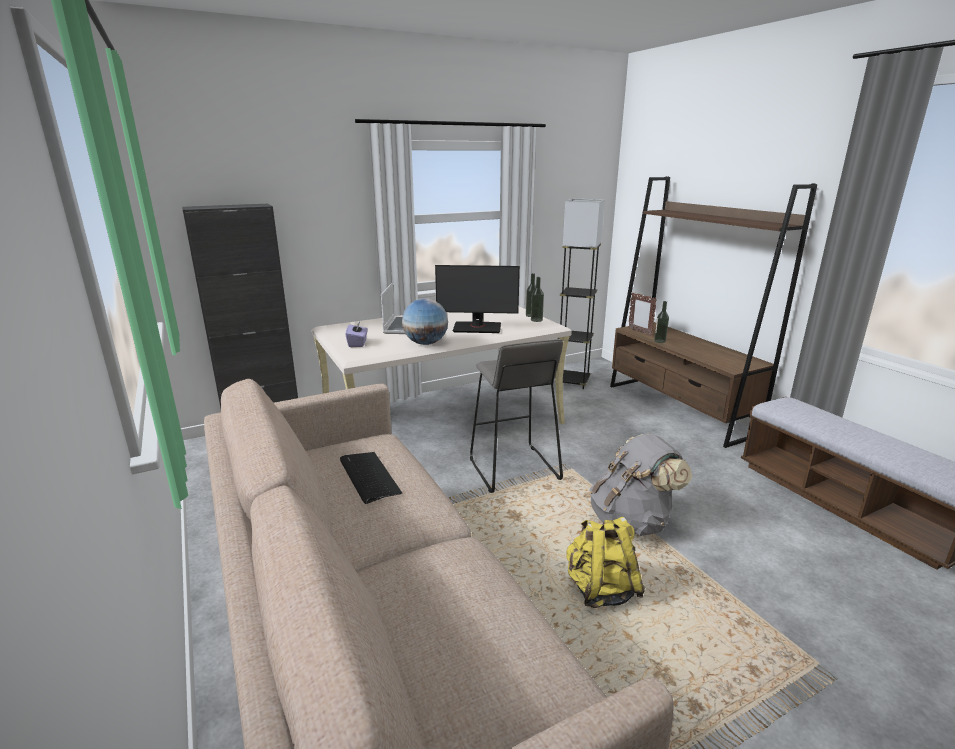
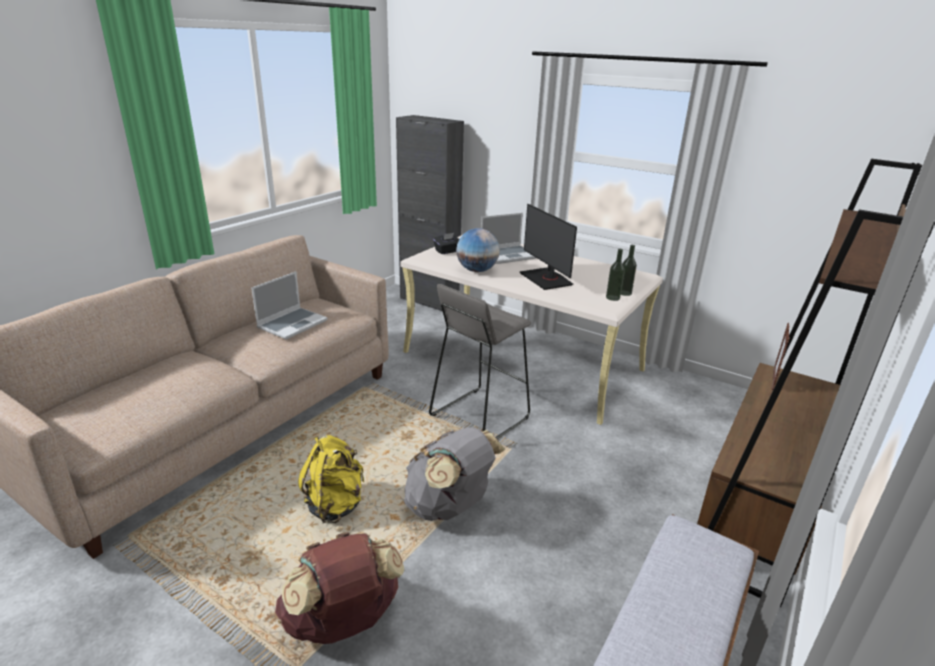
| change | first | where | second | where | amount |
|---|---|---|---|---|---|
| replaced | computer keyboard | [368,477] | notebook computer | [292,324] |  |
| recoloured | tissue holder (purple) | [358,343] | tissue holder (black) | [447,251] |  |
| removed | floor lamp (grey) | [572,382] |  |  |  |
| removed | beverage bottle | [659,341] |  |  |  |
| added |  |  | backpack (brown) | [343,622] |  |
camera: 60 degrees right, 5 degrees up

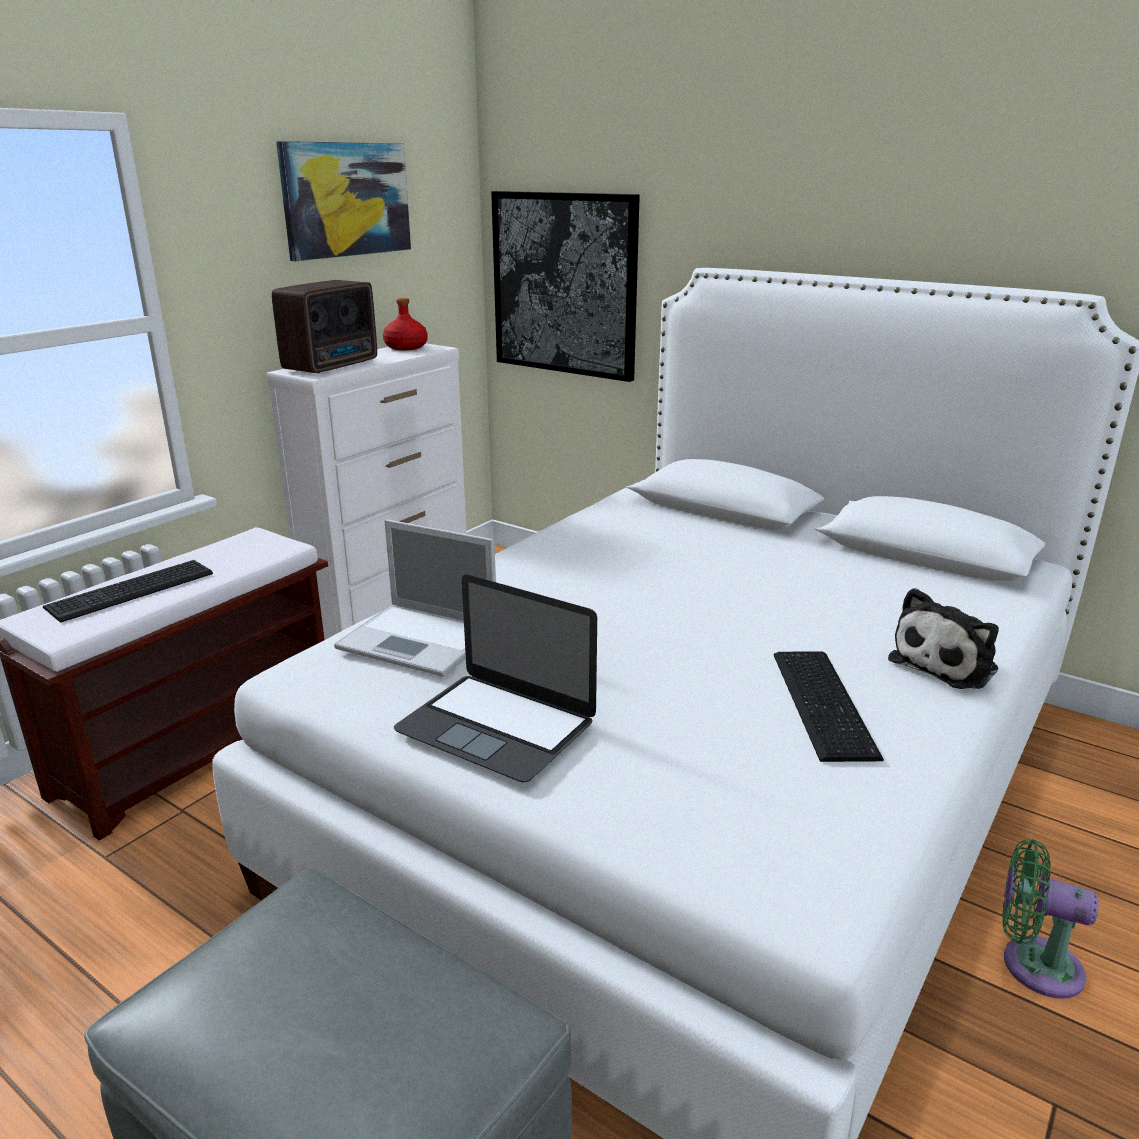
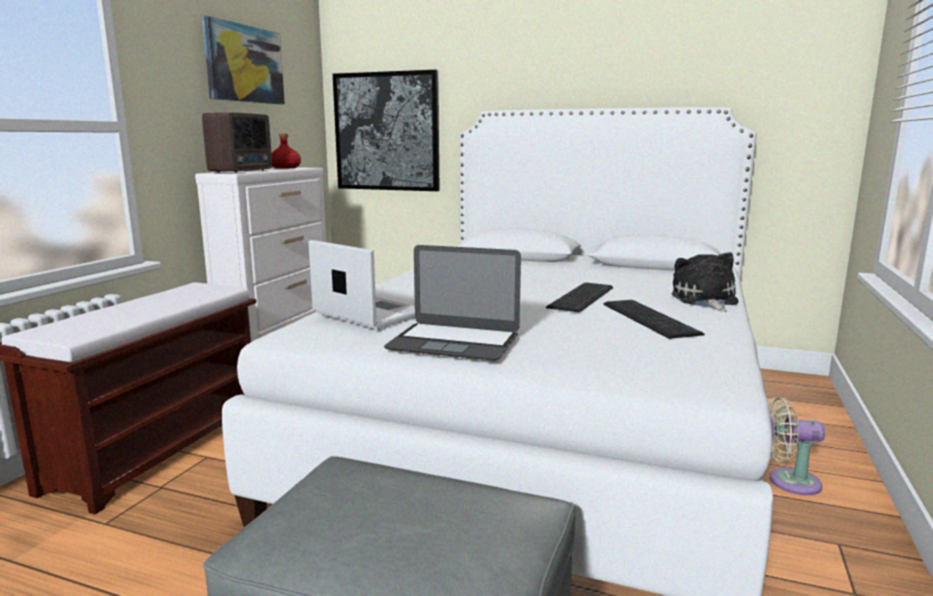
| change | first | where | second | where | amount |
|---|---|---|---|---|---|
| moved | computer keyboard | [134,590] |  | [583,297] |  |
| turned | notebook computer | [420,640] |  | [368,313] | 150 degrees counterclockwise |
| turned | plush toy | [947,664] |  | [704,300] | 150 degrees clockwise |
| recoloured | electric fan (greenish) | [1033,964] | electric fan (beige-coloured) | [788,481] |  |
camera: 15 degrees left, 10 degrees down

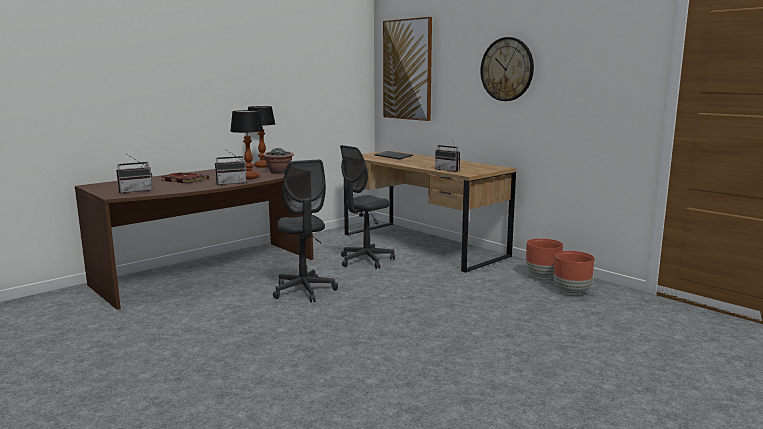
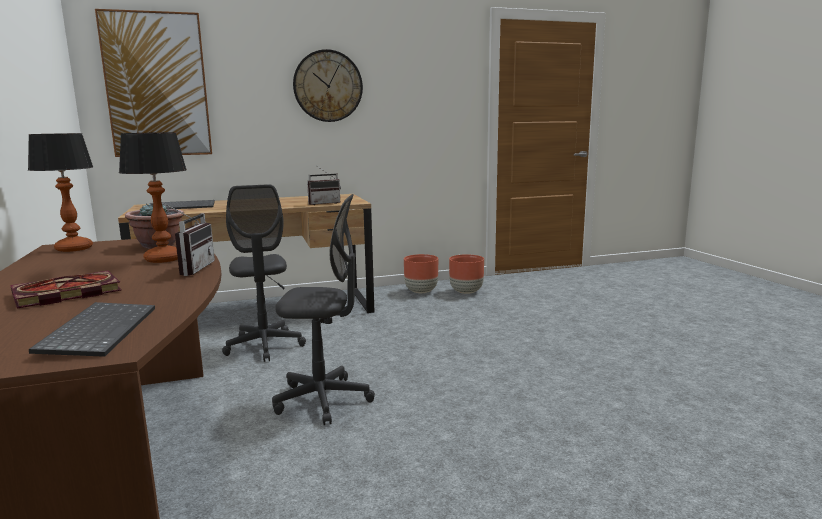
| change | first | where | second | where | amount |
|---|---|---|---|---|---|
| replaced | radio set | [135,191] | computer keyboard | [98,331] |  |
camera: 65 degrees left, 0 degrees up

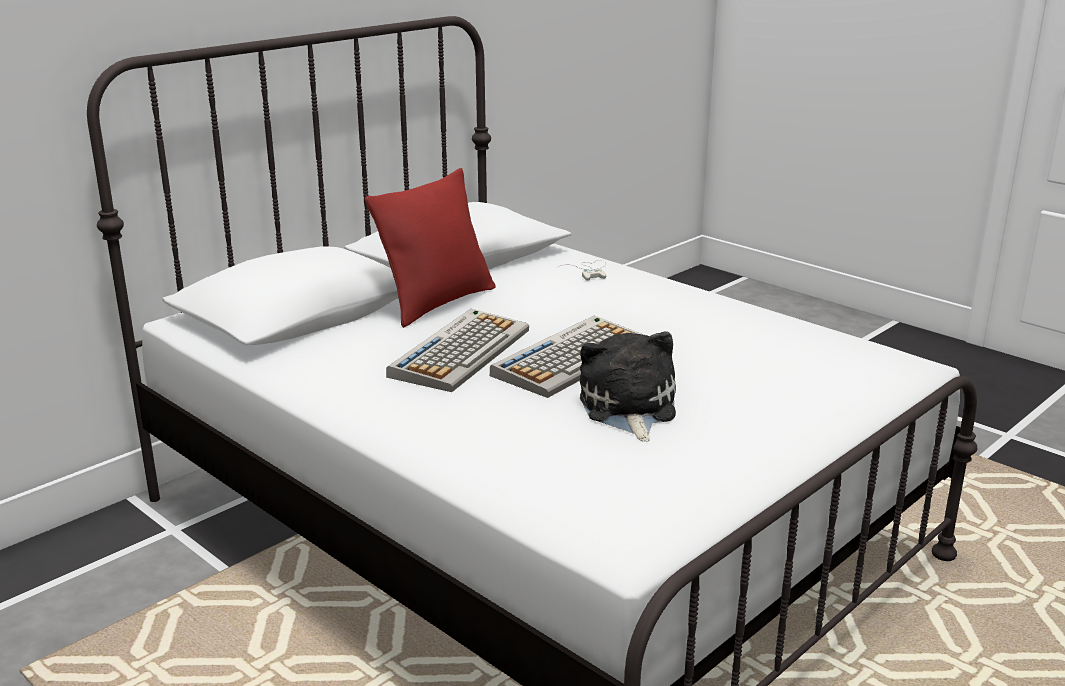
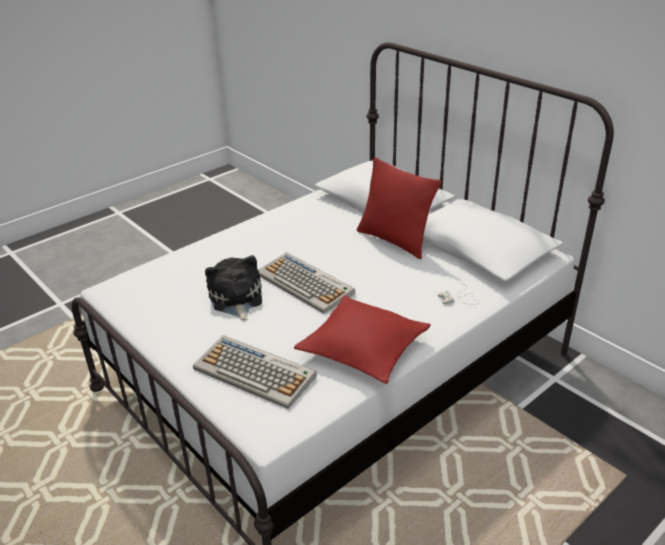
| change | first | where | second | where | amount |
|---|---|---|---|---|---|
| moved | computer keyboard | [460,352] |  | [256,372] |  |
| turned | plush toy | [628,408] |  | [236,299] | 105 degrees counterclockwise |
| added |  |  | cushion (reddish) | [363,348] |  |
camera: 95 degrees right, 10 degrees up

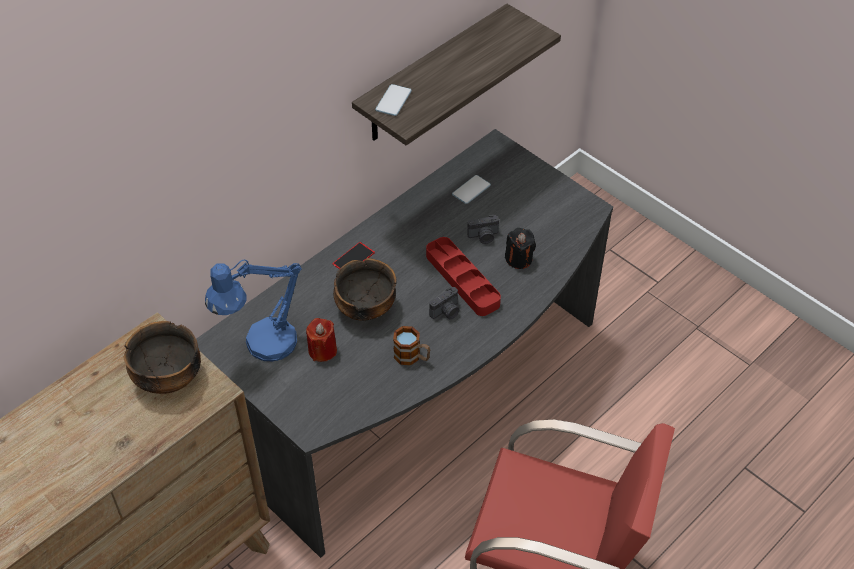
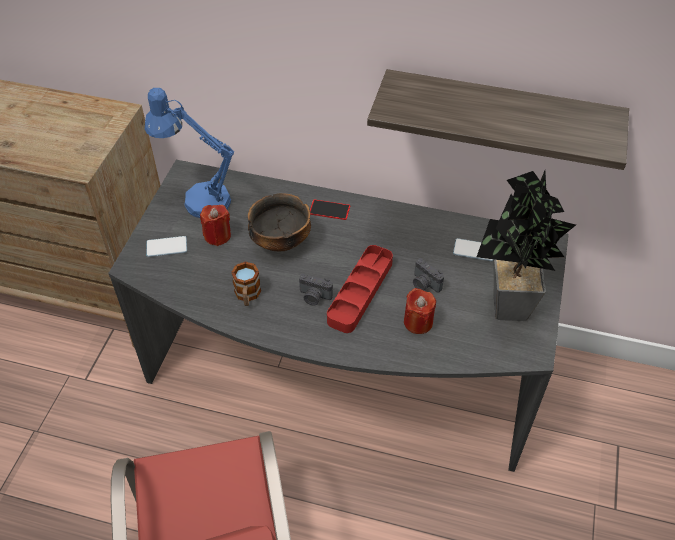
| change | first | where | second | where | amount |
|---|---|---|---|---|---|
| removed | bowl | [167,378] |  |  |  |
| moved | telephone | [393,101] |  | [167,247] |  |
| recoloured | wax candle (black) | [519,259] | wax candle (reddish) | [418,322] |  |
| added |  |  | houseplant | [506,312] |  |
camera: 60 degrees right, 0 degrees up

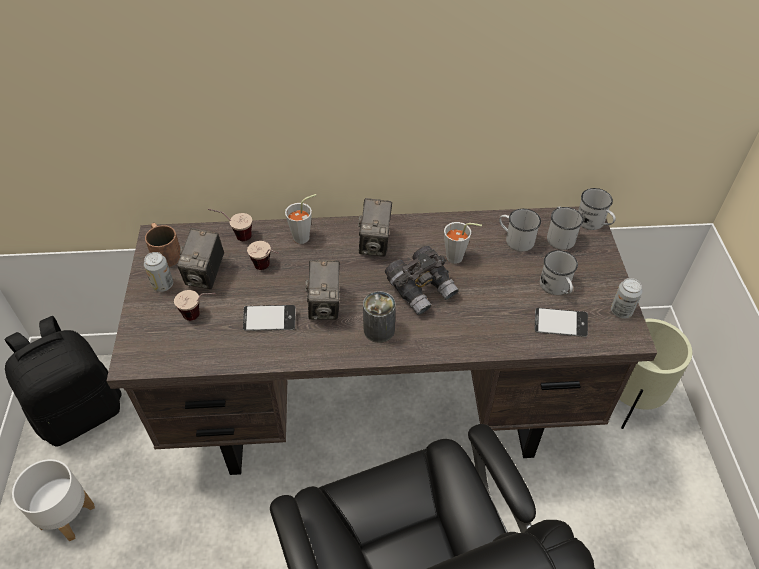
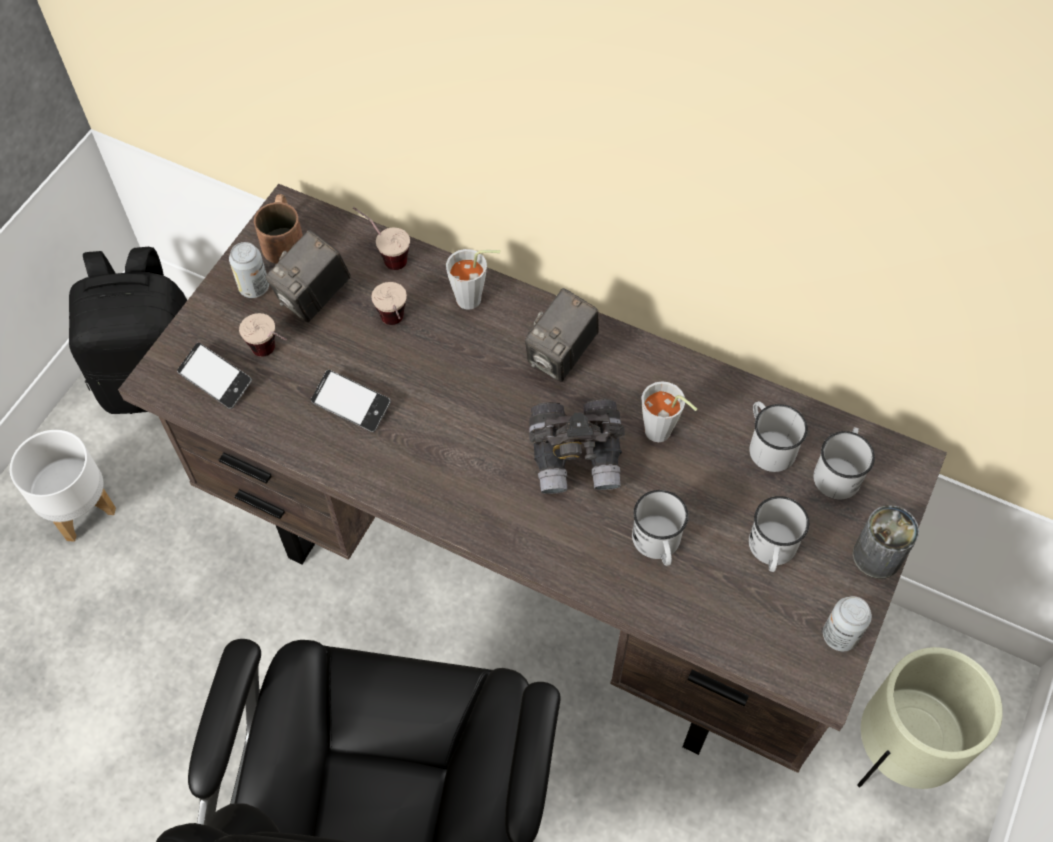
| change | first | where | second | where | amount |
|---|---|---|---|---|---|
| removed | photo camera | [325,305] |  |  |  |
| moved | metal can | [379,330] |  | [877,556] |  |
| moved | telephone | [560,325] |  | [216,379] |  |
| moved | tea mug (whitish) | [593,223] |  | [658,545] |  |
camera: 30 degrees right, 10 degrees up

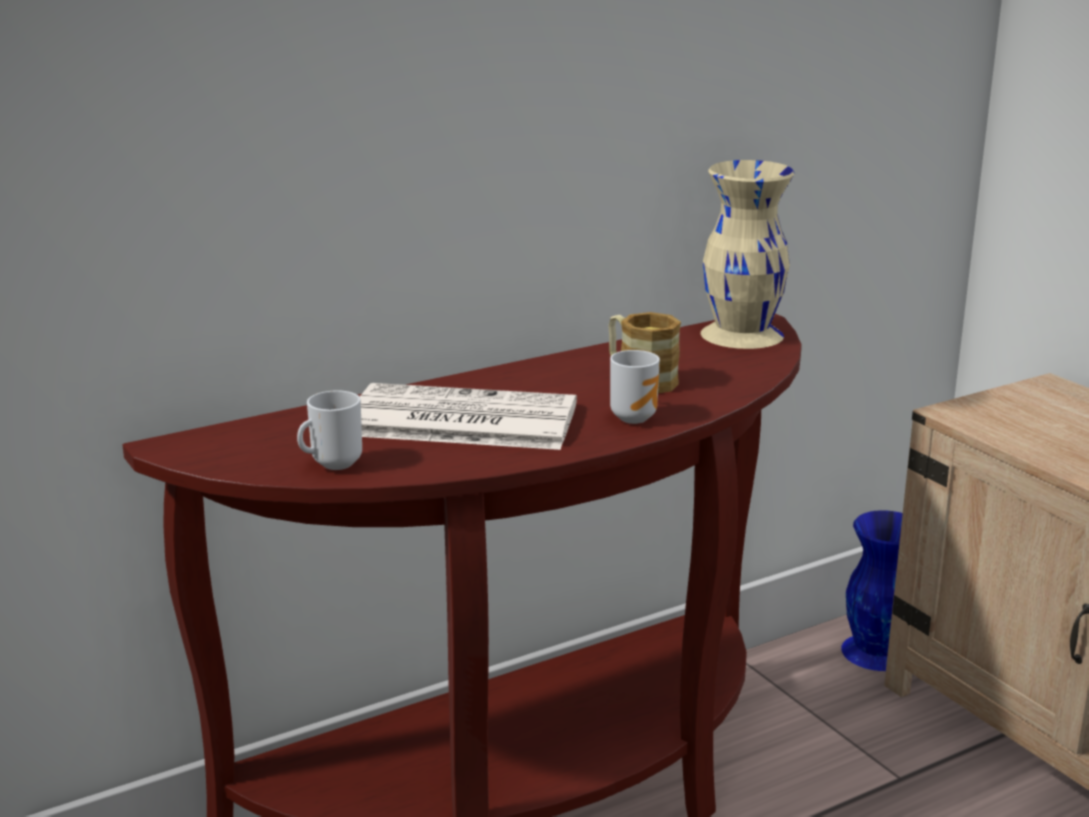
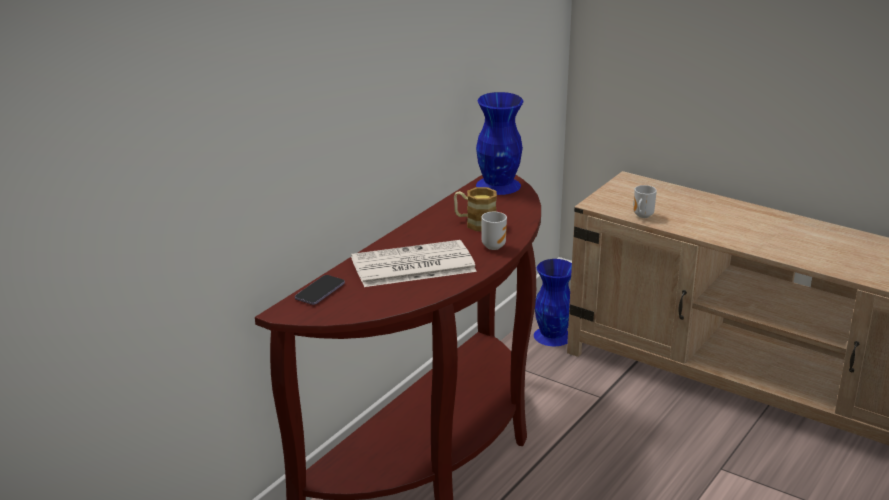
| change | first | where | second | where | amount |
|---|---|---|---|---|---|
| moved | tea mug | [332,464] |  | [641,216] |  |
| recoloured | vase (beige-coloured) | [742,335] | vase (bluish) | [498,185] |  |
| added |  |  | telephone | [320,291] |  |
camera: 25 degrees left, 5 degrees up

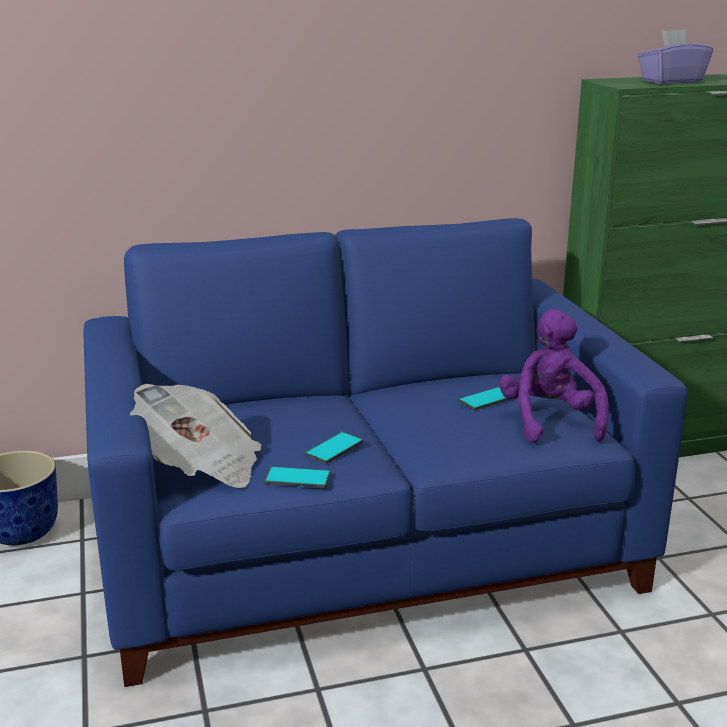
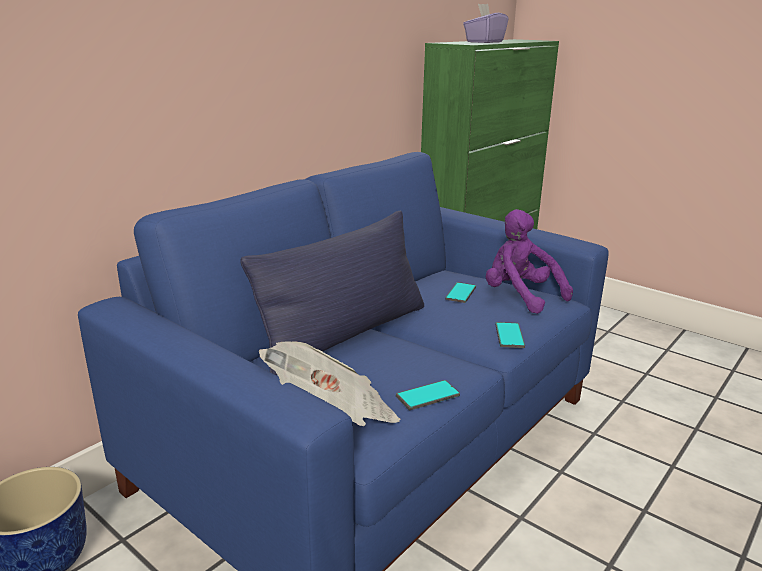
| change | first | where | second | where | amount |
|---|---|---|---|---|---|
| moved | telephone | [334,448] |  | [509,335] |  |
| added |  |  | cushion (bluish) | [345,334] |  |
camera: 35 degrees left, 0 degrees up

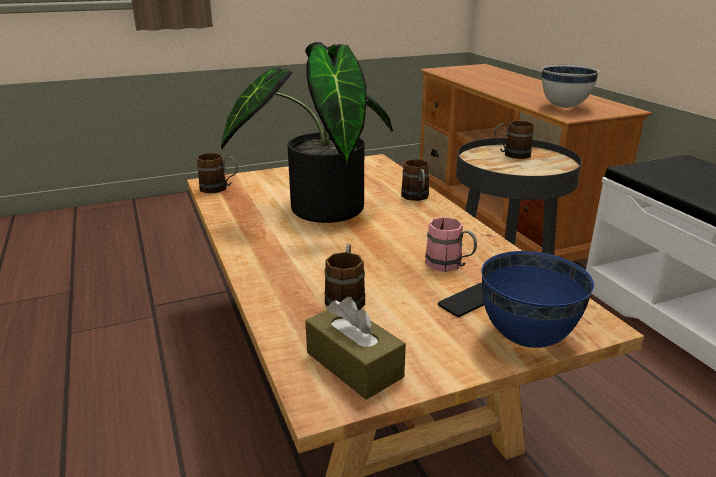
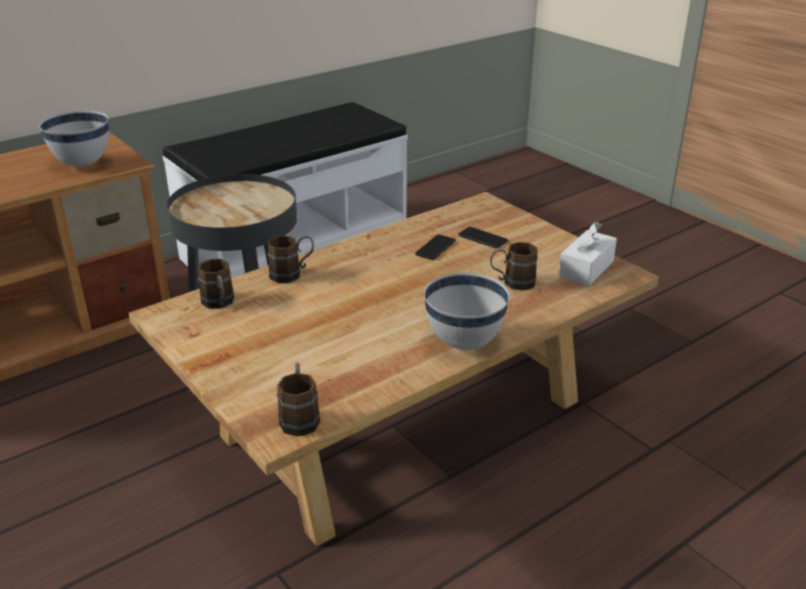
| change | first | where | second | where | amount |
|---|---|---|---|---|---|
| removed | houseplant | [318,207] |  |  |  |
| recoloured | tissue holder (brown) | [354,365] | tissue holder (whitish) | [586,269] |  |
| replaced | tea mug (pink-coloured) | [450,266] | telephone | [435,248] |  |
| removed | bowl (bluish) | [526,337] |  |  |  |
| moved | tea mug (brown) | [511,155] |  | [219,304] |  |
| added |  |  | bowl (whitish) | [464,342] |  |
camera: 105 degrees left, 5 degrees up

